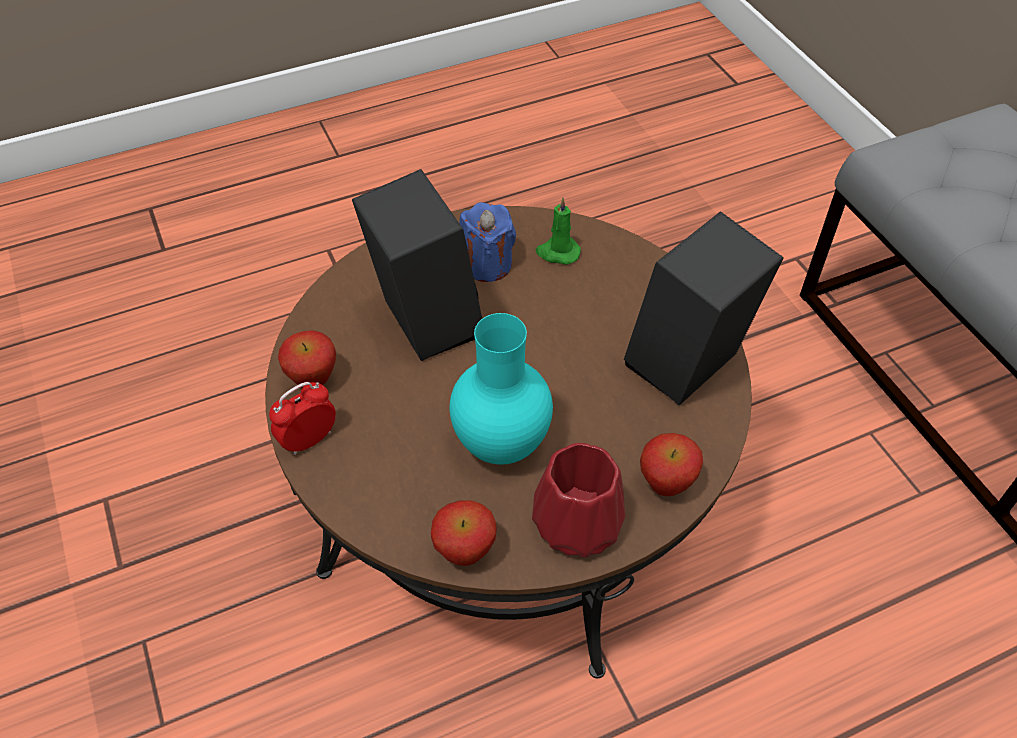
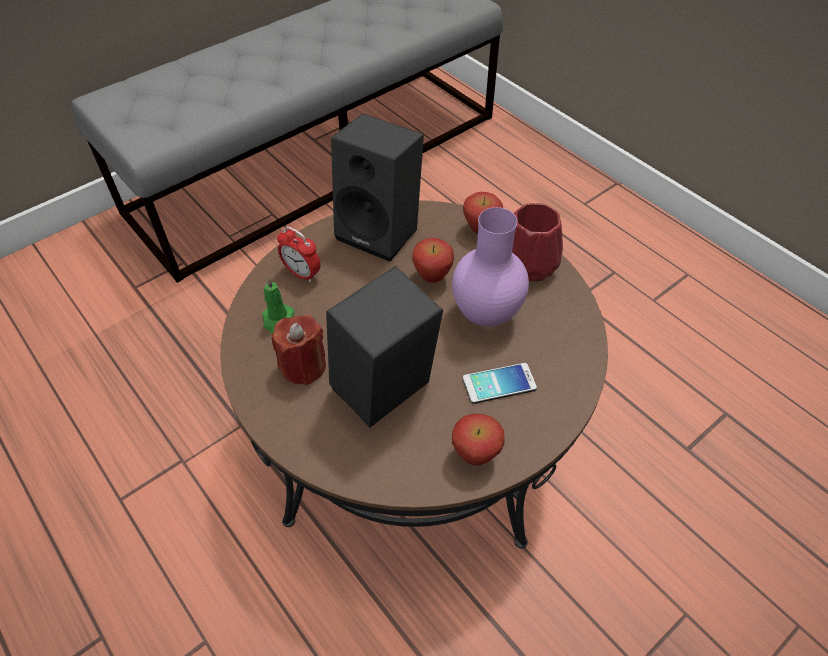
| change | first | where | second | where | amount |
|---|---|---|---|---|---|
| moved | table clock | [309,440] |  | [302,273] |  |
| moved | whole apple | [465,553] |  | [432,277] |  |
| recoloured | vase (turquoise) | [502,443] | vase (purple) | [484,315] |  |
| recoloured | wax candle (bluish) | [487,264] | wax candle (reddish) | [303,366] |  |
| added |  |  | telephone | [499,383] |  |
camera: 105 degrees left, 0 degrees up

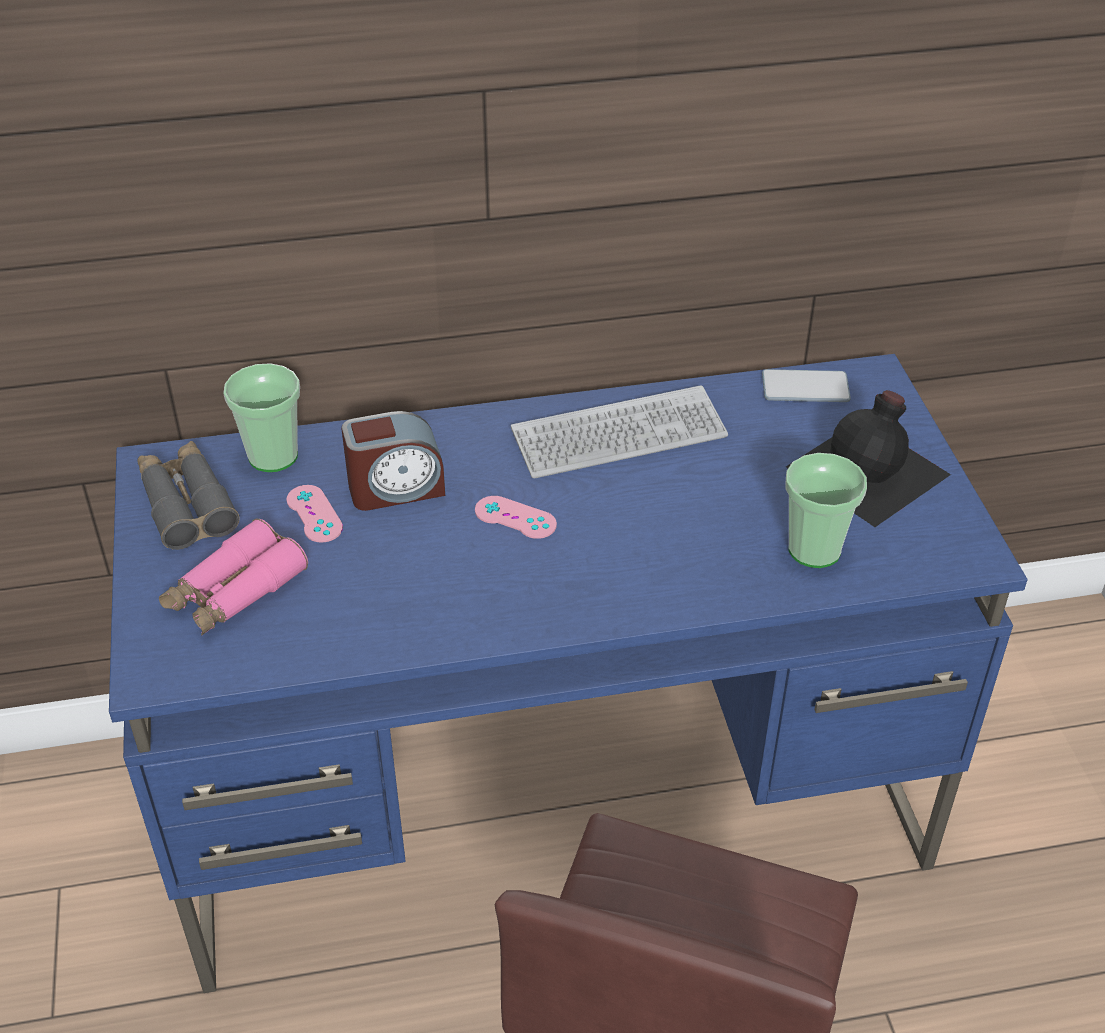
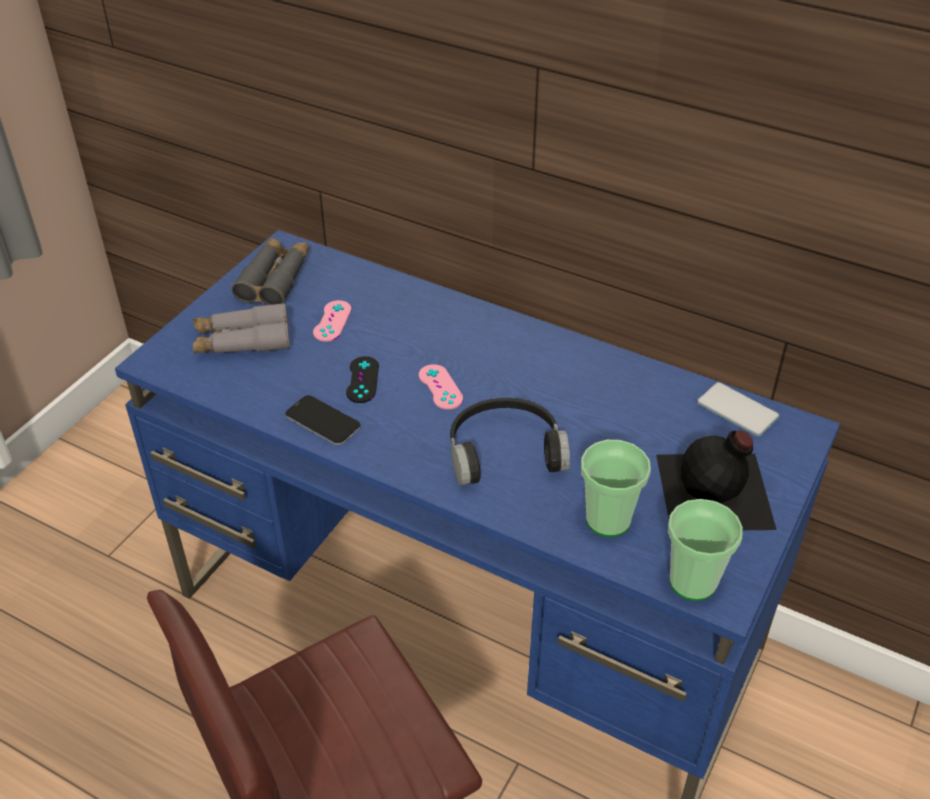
| change | first | where | second | where | amount |
|---|---|---|---|---|---|
| recoloured | field glasses (pink-coloured) | [235,592] | field glasses (grey) | [242,341] |  |
| moved | small cup | [273,456] |  | [692,581] |  |
| removed | table clock | [396,488] |  |  |  |
| removed | computer keyboard | [619,435] |  |  |  |
| added |  |  | telephone | [323,421] |  |
| added |  |  | game controller (black) | [362,380] |  |
| added |  |  | headset (black) | [504,450] |  |
camera: 40 degrees right, 0 degrees up

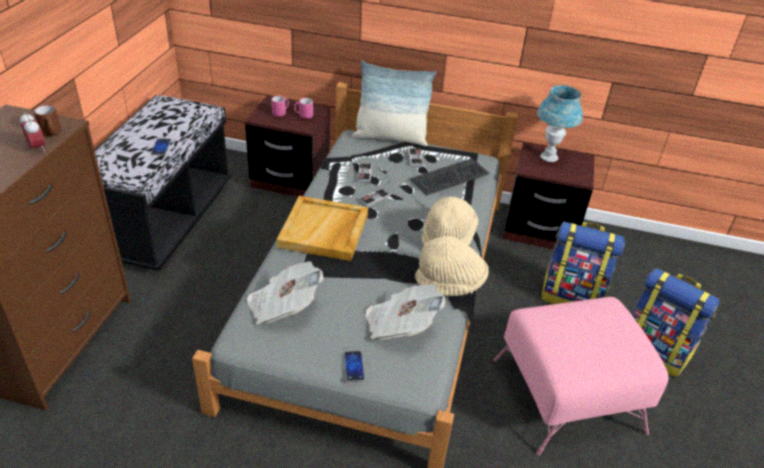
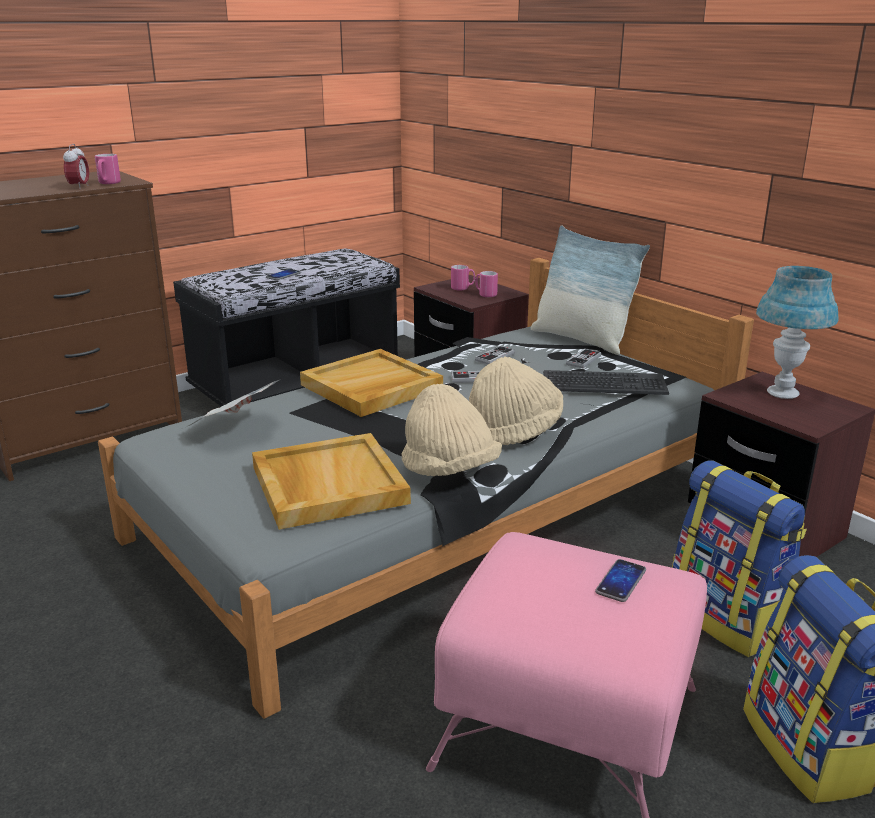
| change | first | where | second | where | amount |
|---|---|---|---|---|---|
| recoloured | tea mug (brown) | [52,134] | tea mug (pink-coloured) | [108,183] |  |
| moved | telephone | [354,367] |  | [621,581] |  |
| replaced | newspaper | [400,325] | serving tray (beige-coloured) | [327,484] |  |
camera: 40 degrees right, 15 degrees down

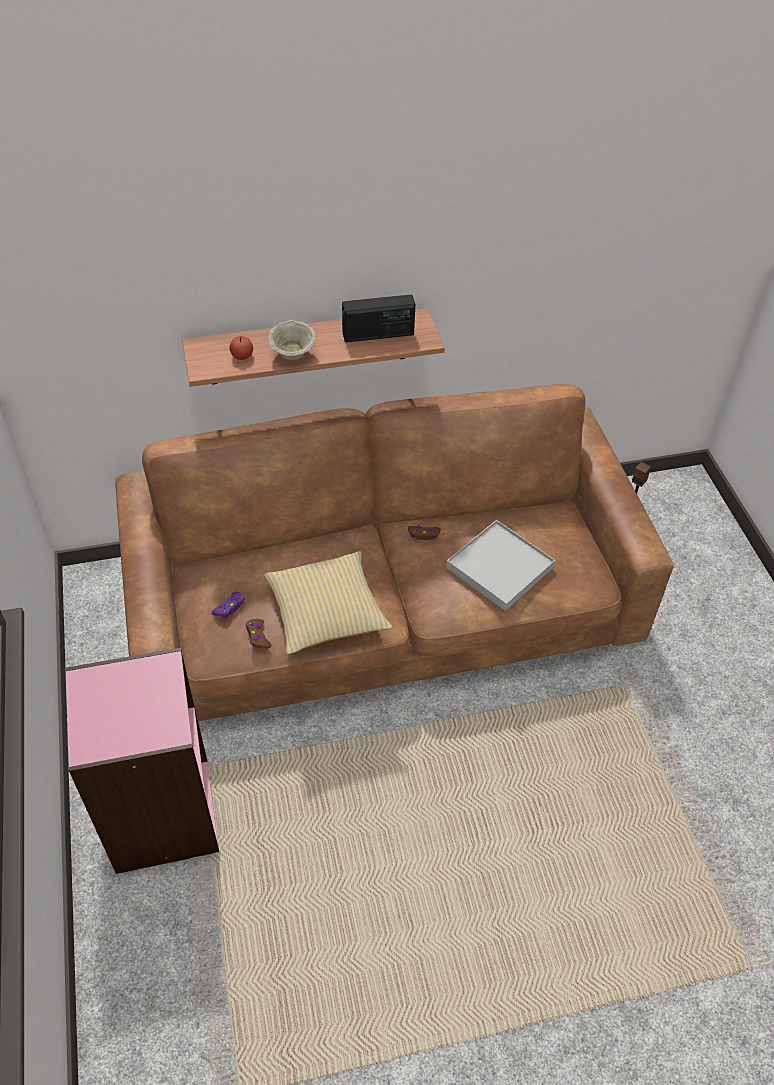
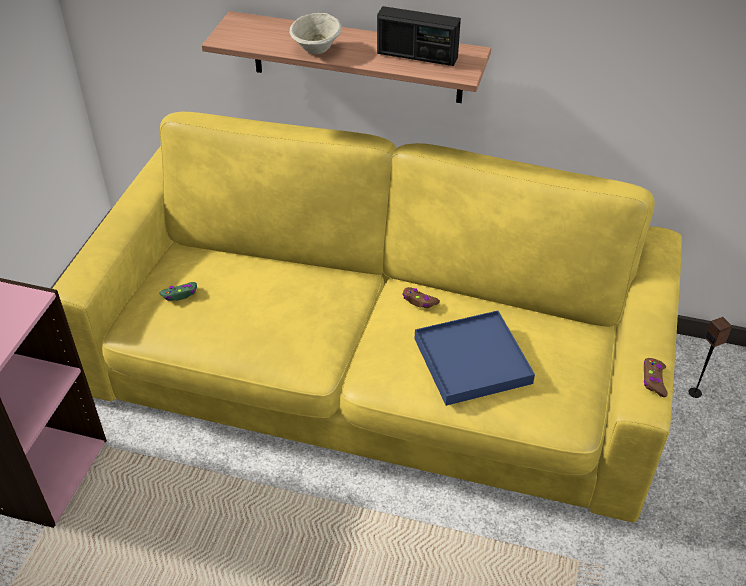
| change | first | where | second | where | amount |
|---|---|---|---|---|---|
| recoloured | sofa (brown) | [385,604] | sofa (yellow) | [373,369] |  |
| recoloured | game controller (purple) | [229,607] | game controller (greenish) | [180,294] |  |
| removed | whole apple | [242,356] |  |  |  |
| moved | game controller (brown) | [258,636] |  | [653,380] |  |
| removed | cushion | [326,614] |  |  |  |
| recoloured | serving tray (whitish) | [500,567] | serving tray (bluish) | [472,361] |  |
camera: 30 degrees right, 5 degrees down

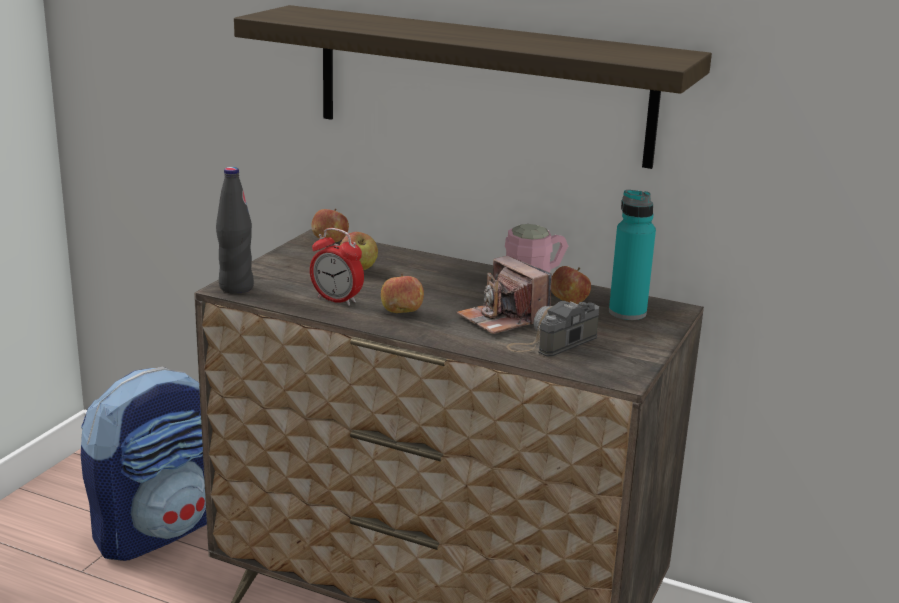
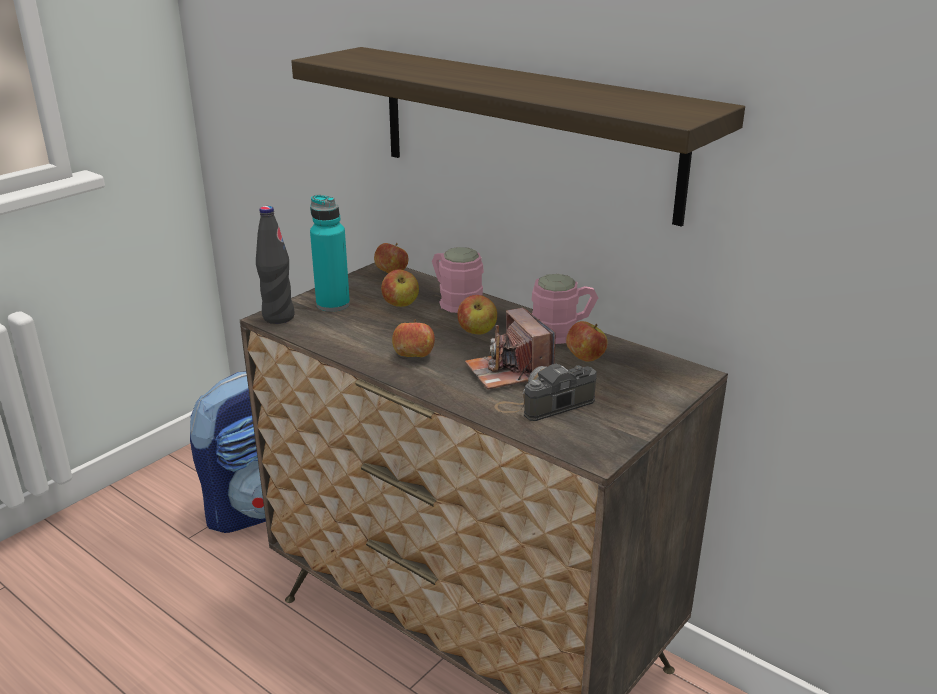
| change | first | where | second | where | amount |
|---|---|---|---|---|---|
| removed | table clock | [337,300] |  |  |  |
| moved | beverage bottle (turquoise) | [627,313] |  | [333,304] |  |
| added |  |  | tea mug (pink-coloured) | [455,301] |  |
| added |  |  | whole apple | [477,332] |  |
camera: 15 degrees right, 5 degrees up

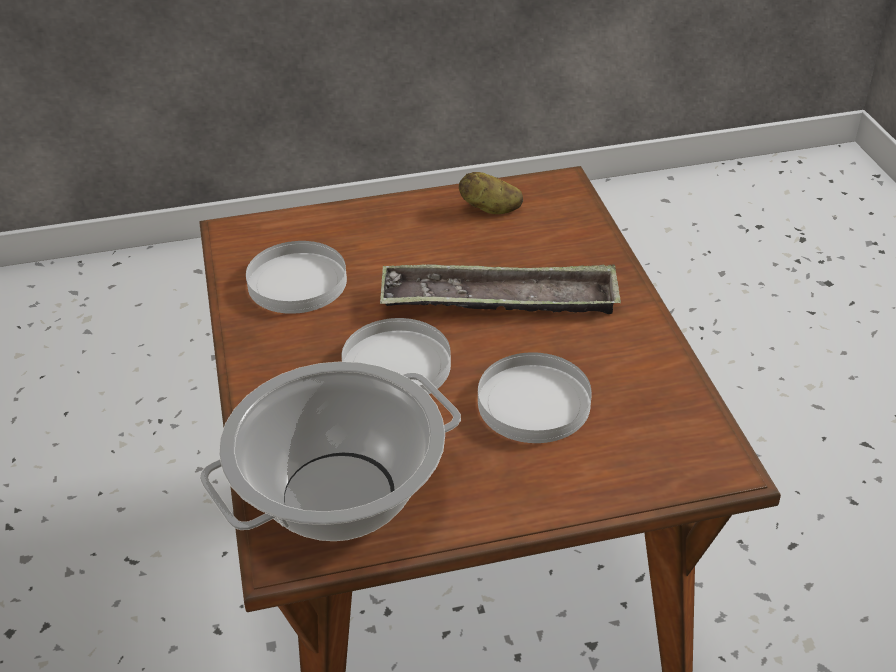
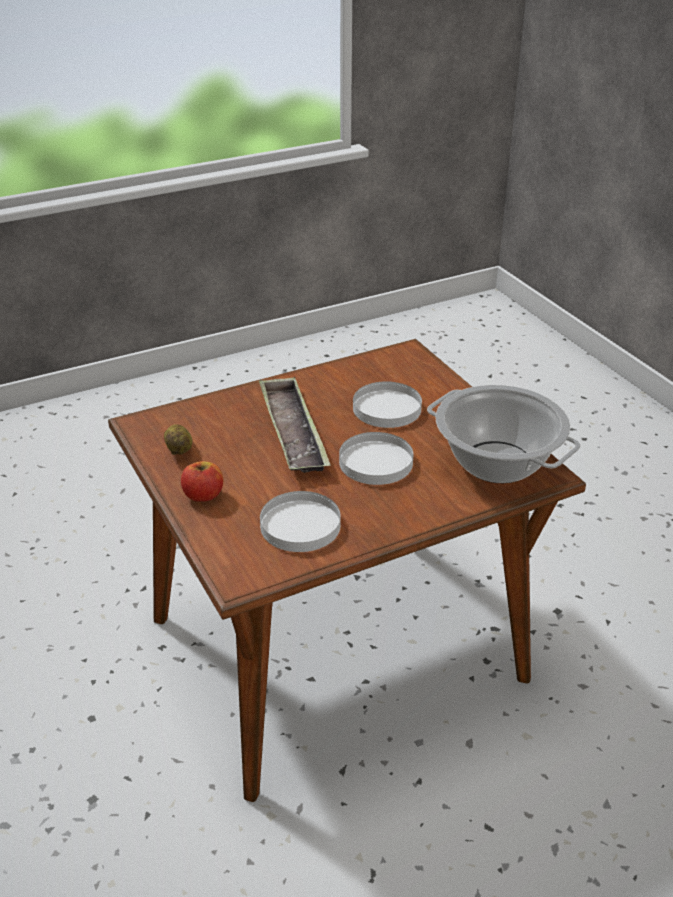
| change | first | where | second | where | amount |
|---|---|---|---|---|---|
| added |  |  | whole apple | [203,495] |  |
camera: 105 degrees left, 5 degrees down

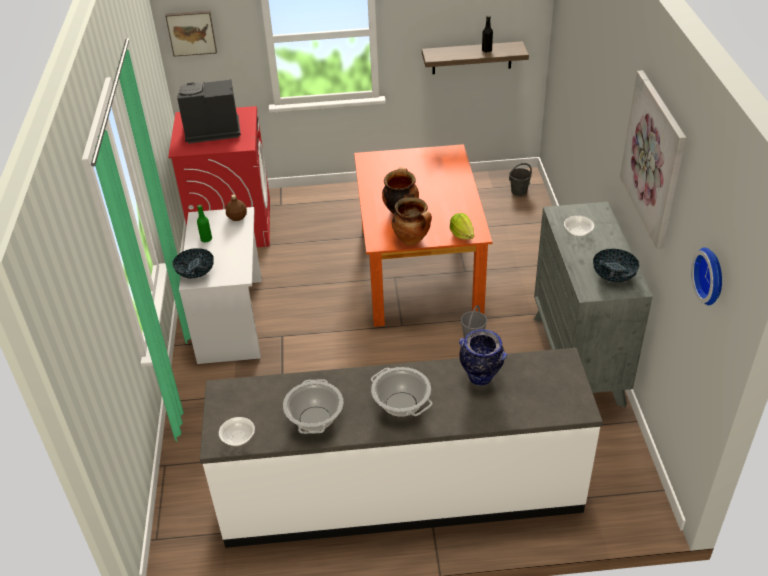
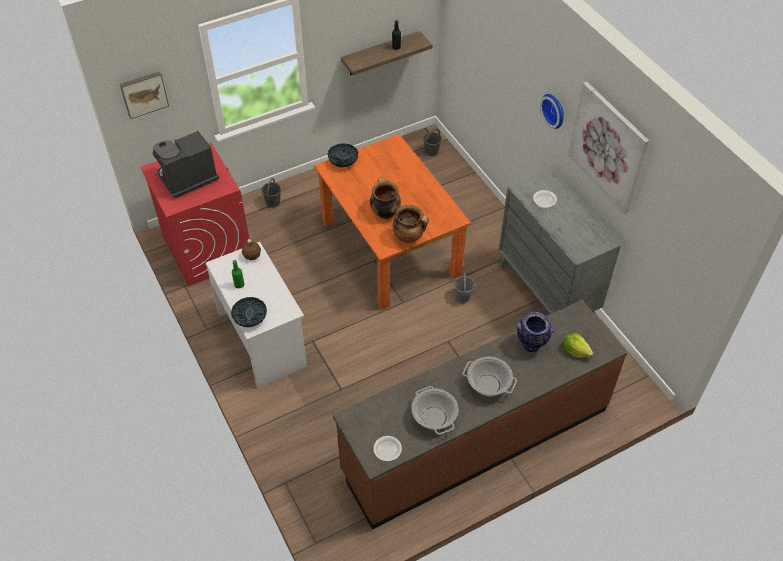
| change | first | where | second | where | amount |
|---|---|---|---|---|---|
| recoloured | kitchen base unit (whitish) | [401,492] | kitchen base unit (brown) | [475,440] |  |
| moved | lettuce head | [462,234] |  | [575,351] |  |
| moved | bowl | [613,275] |  | [343,161] |  |
| moved | wall clock | [712,275] |  | [554,110] |  |
| added |  |  | bucket (grey) | [273,202] |  |
camera: 25 degrees left, 10 degrees up

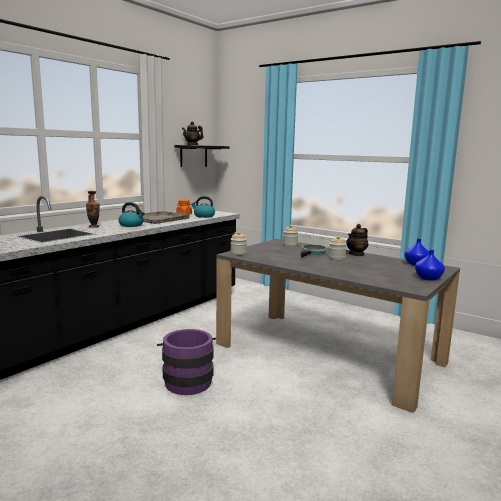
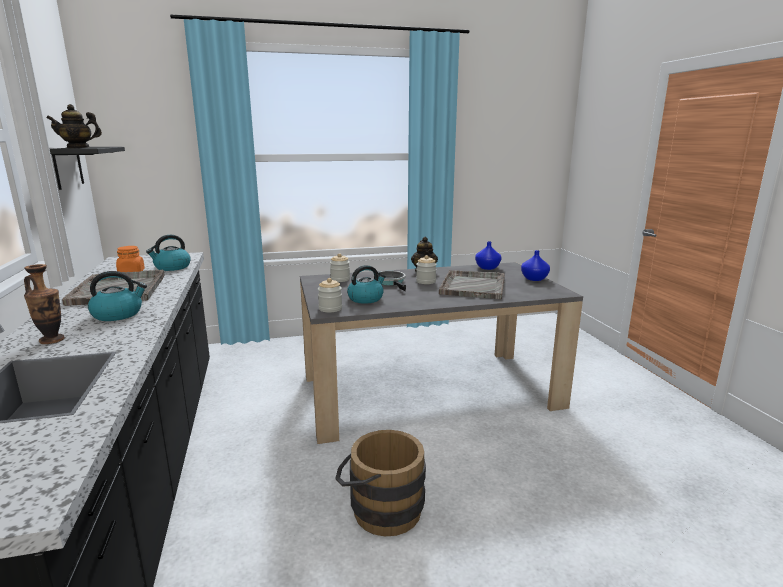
| change | first | where | second | where | amount |
|---|---|---|---|---|---|
| recoloured | bucket (purple) | [187,380] | bucket (brown) | [380,508] |  |
| added |  |  | kettle | [366,298] |  |
| added |  |  | serving tray (grey) | [473,286] |  |
camera: 50 degrees left, 5 degrees up

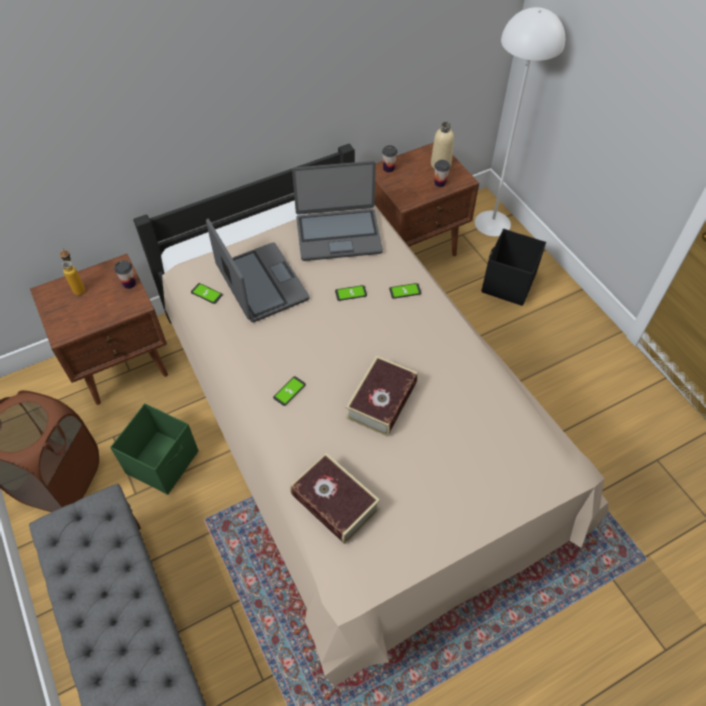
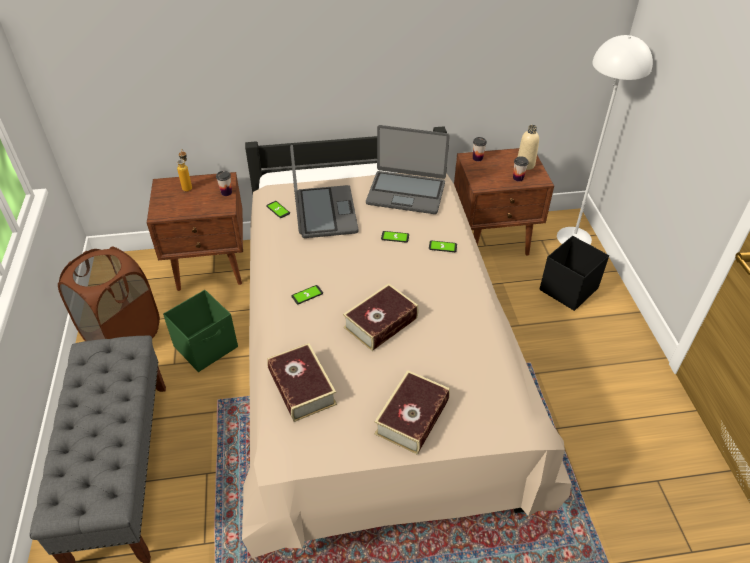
| change | first | where | second | where | amount |
|---|---|---|---|---|---|
| added |  |  | volume | [412,417] |  |
camera: 20 degrees right, 10 degrees down

